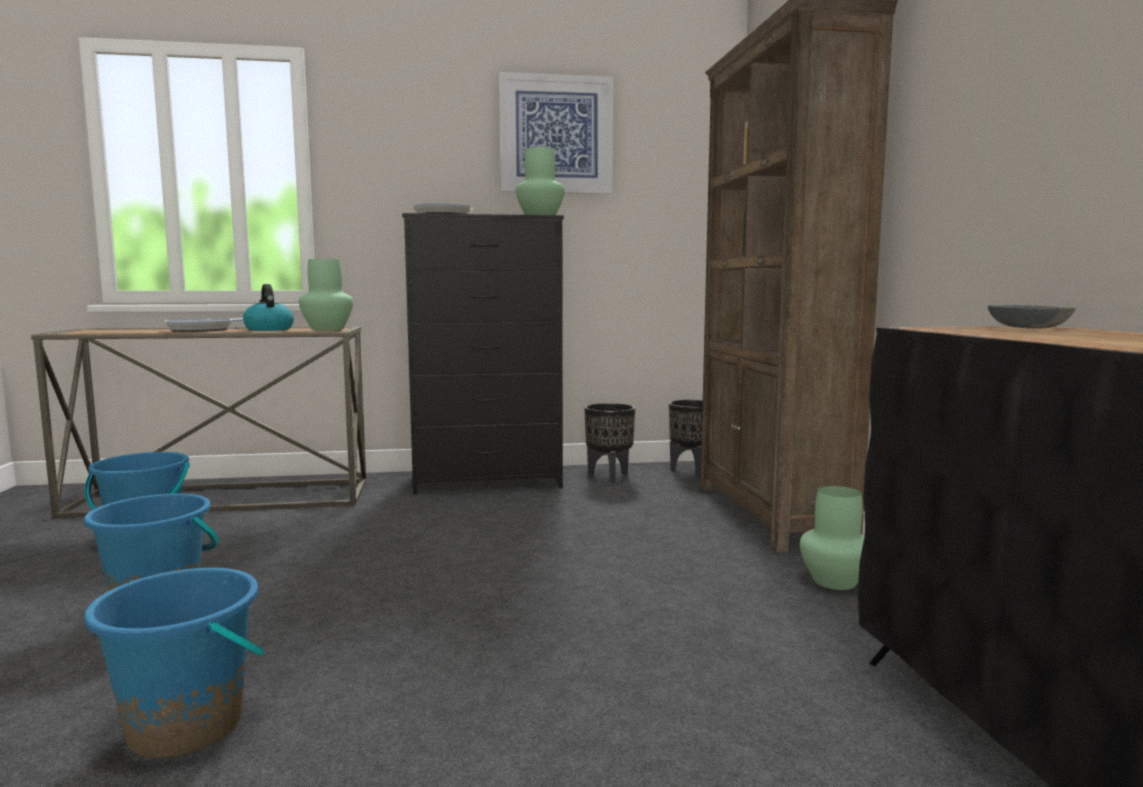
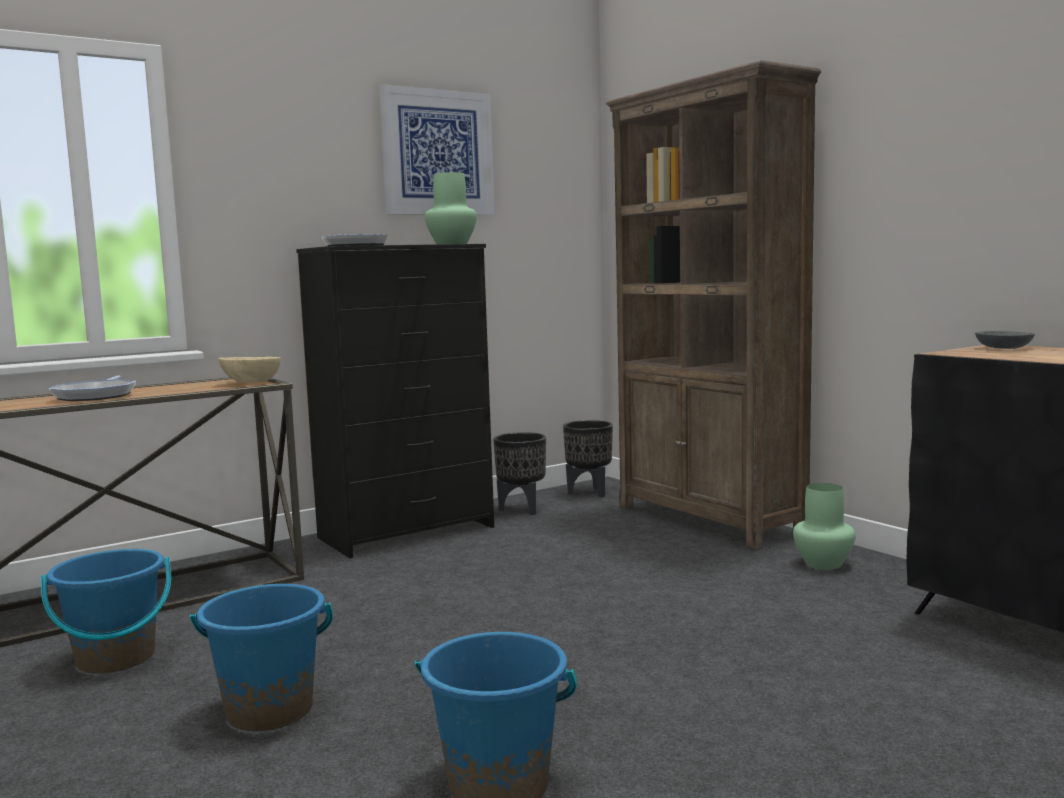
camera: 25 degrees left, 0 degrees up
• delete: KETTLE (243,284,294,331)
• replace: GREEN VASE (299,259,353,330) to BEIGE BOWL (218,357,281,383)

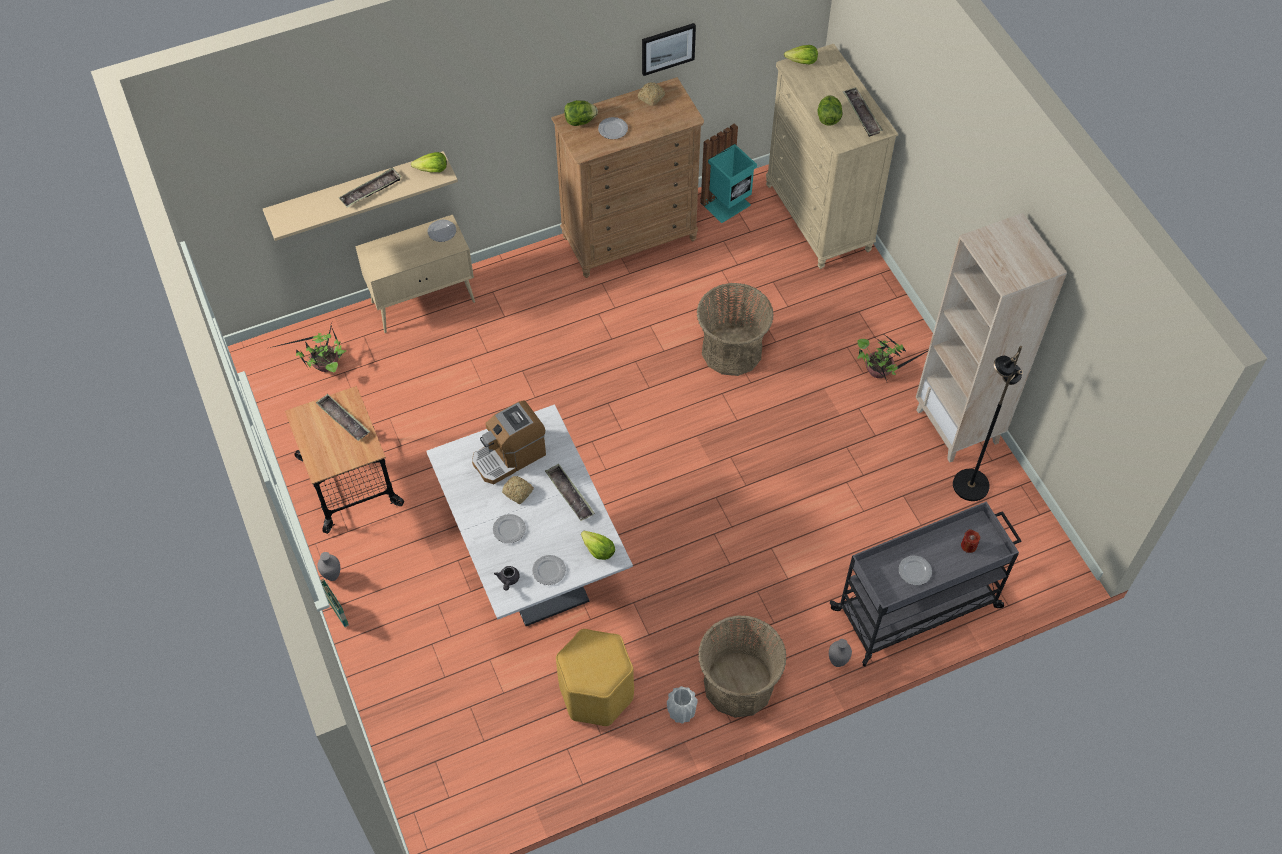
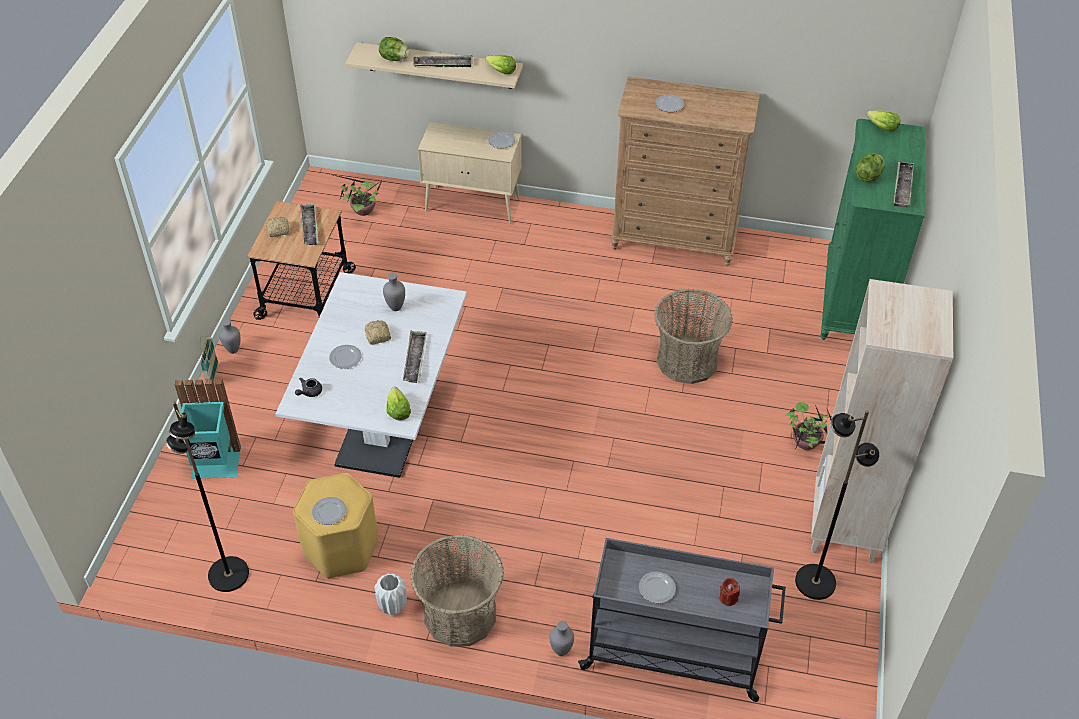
camera: 35 degrees right, 10 degrees down
• replace: COFFEE MACHINE (472,400,546,484) to GREY VASE (383,273,405,311)
• move: PLATE (532,555,566,585) to (312,497,346,525)
• move: LETTUCE (564,100,598,126) to (379,37,410,61)
• move: BREAD (638,82,665,106) to (265,217,290,237)
• delete: PICTURE (642,23,696,76)
• move: TURQUOISE TRASH CAN (700,123,757,223) to (175,379,241,479)
• recolor: BEIGE DRESSER (766,44,898,269) to GREEN DRESSER (820,119,926,340)
• insert: BLACK FLOOR LAMP (166,401,249,592)

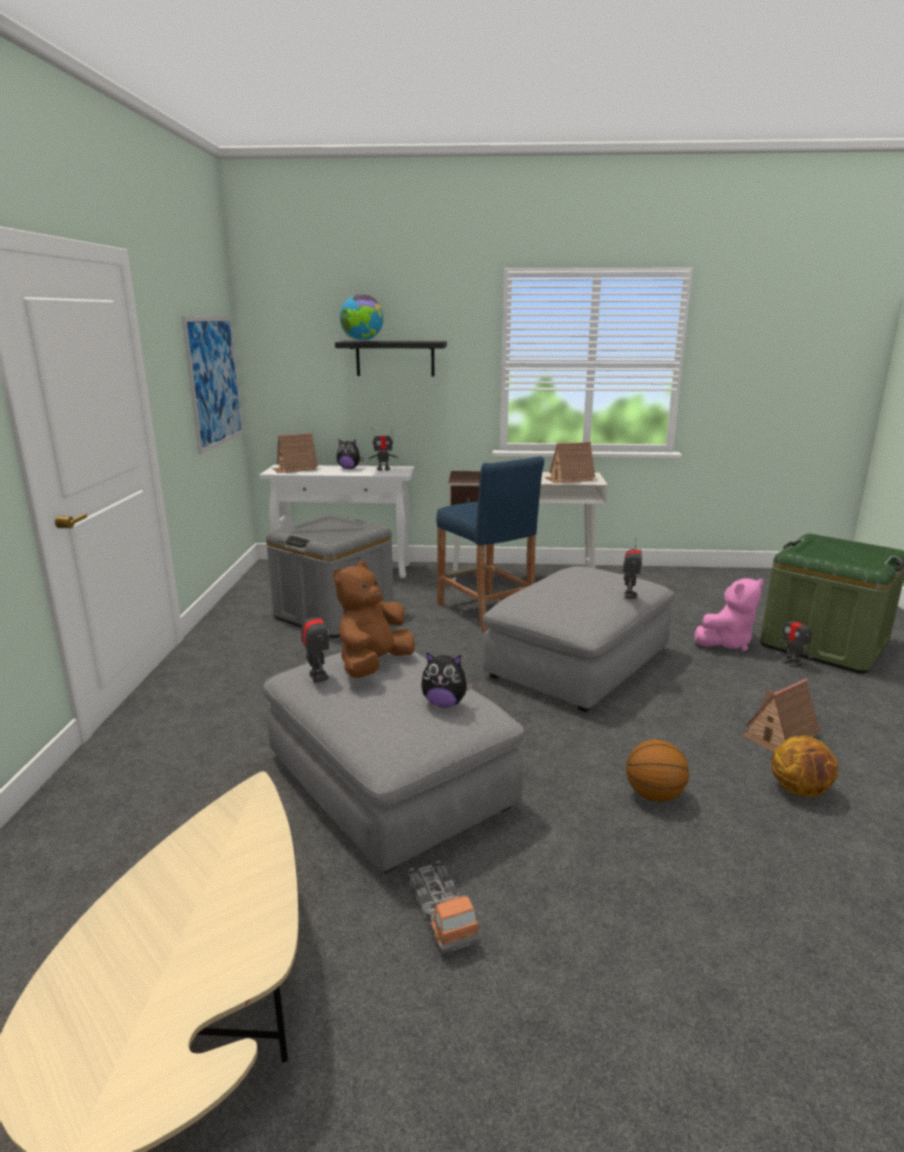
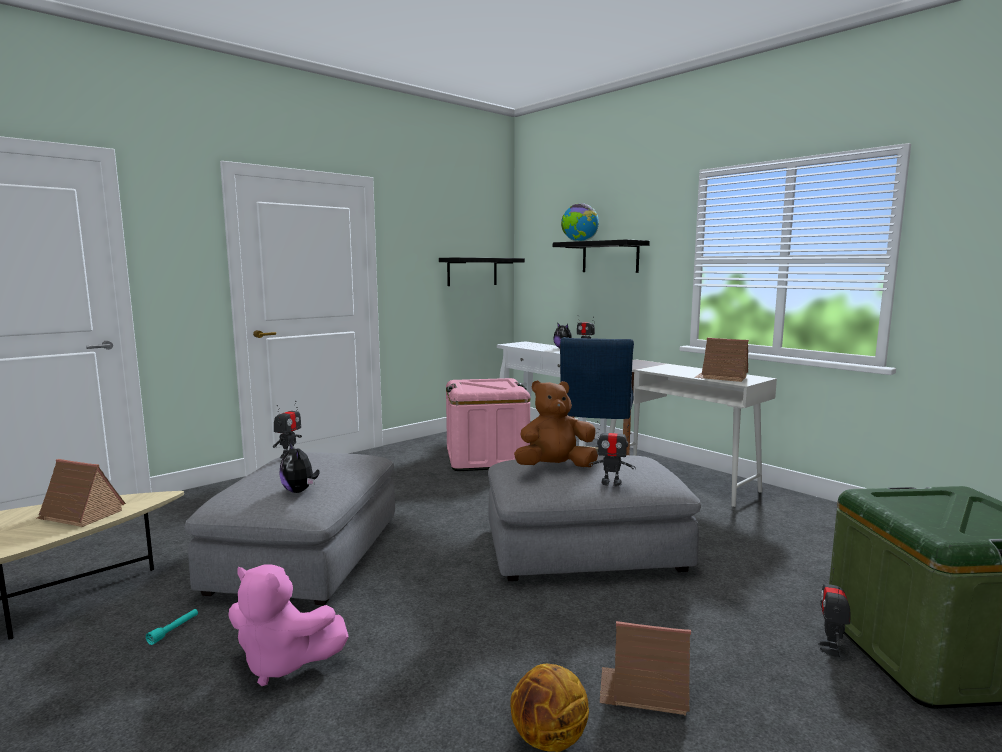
camera: 45 degrees right, 10 degrees down
• replace: PICTURE (182,316,244,455) to BLACK SHELF (439,257,525,286)
• recolor: GREY STORAGE BOX (266,514,394,638) to PINK STORAGE BOX (446,378,530,471)
• move: TOY HOUSE (272,433,318,473) to (37,459,126,527)
• move: BROWN PLUSH TOY (333,561,415,678) to (514,380,598,467)
• replace: TOY TRUCK (407,861,480,954) to TURQUOISE FLASHLIGHT (146,609,198,645)
• rotate: TOY ROBOT (623,543,643,599) = (589,421,636,486) 45 degrees clockwise
• delete: BASKETBALL (626,740,689,802)
• move: PINK PLUSH TOY (694,578,764,651) to (228,564,349,686)

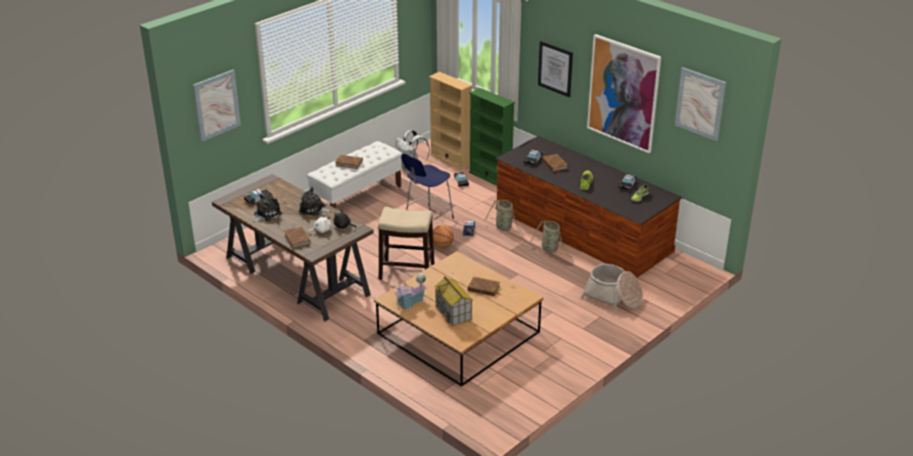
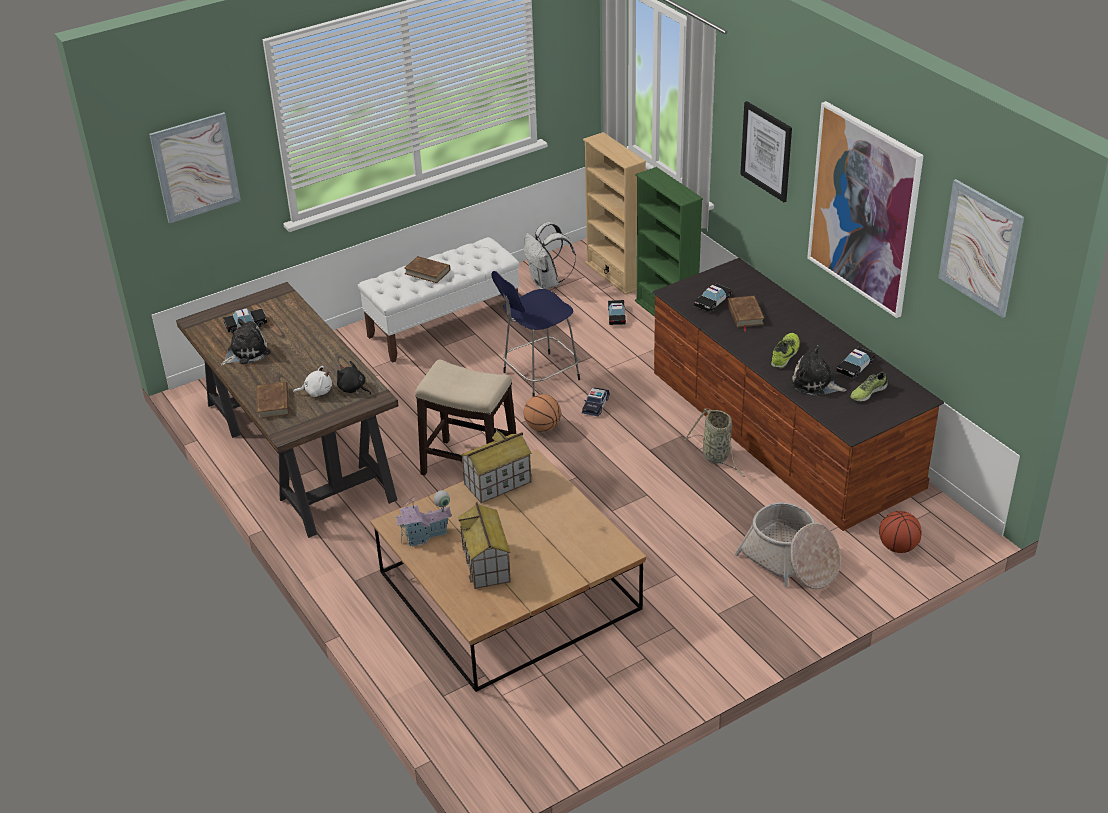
camera: 15 degrees right, 5 degrees up
• move: PLUSH TOY (299,187,332,216) to (791,345,847,396)
• delete: BROWN BOOK (468,277,501,296)
• delete: BASKET (485,200,525,235)
• insert: TOY HOUSE (461,429,531,503)
• insert: BASKETBALL (879,511,922,553)

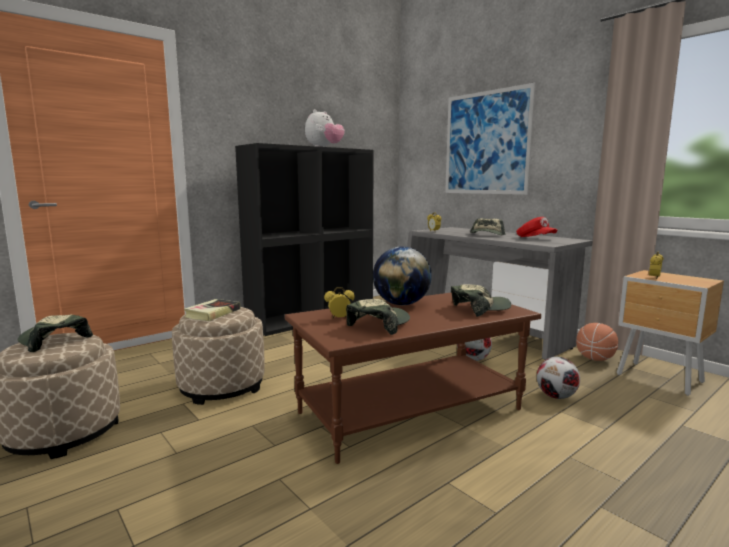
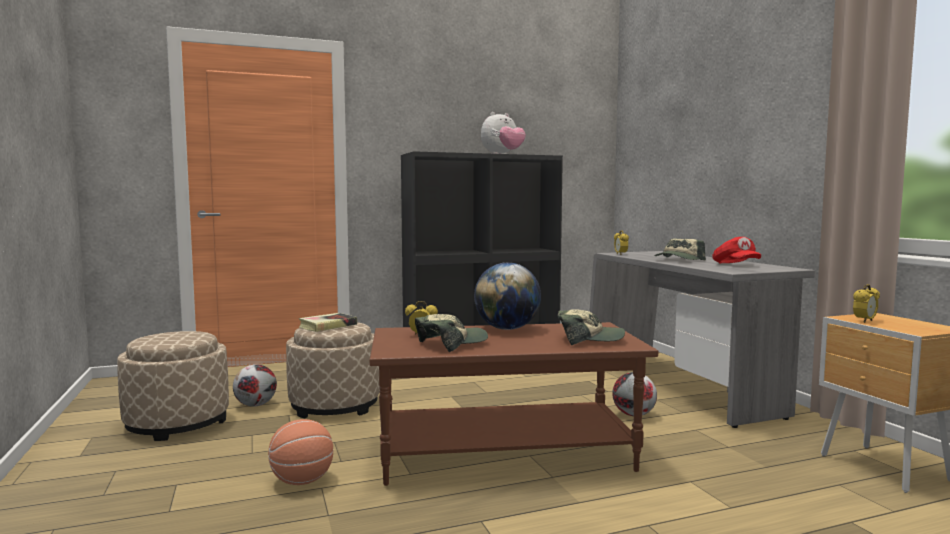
camera: 20 degrees right, 5 degrees down
• delete: CAP (18,315,93,352)
• delete: PICTURE (445,83,536,195)
• move: FOOTBALL (537,357,580,399) to (233,364,277,407)
• move: BASKETBALL (576,323,618,361) to (268,419,333,485)

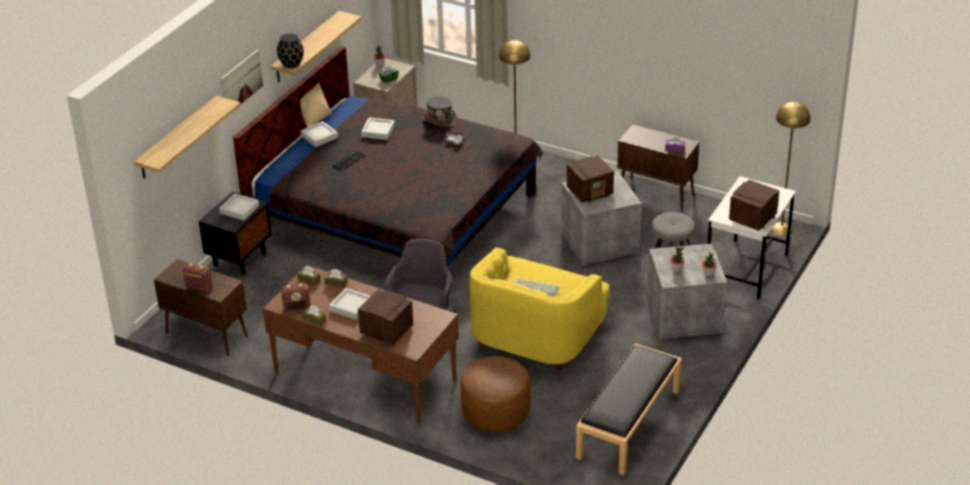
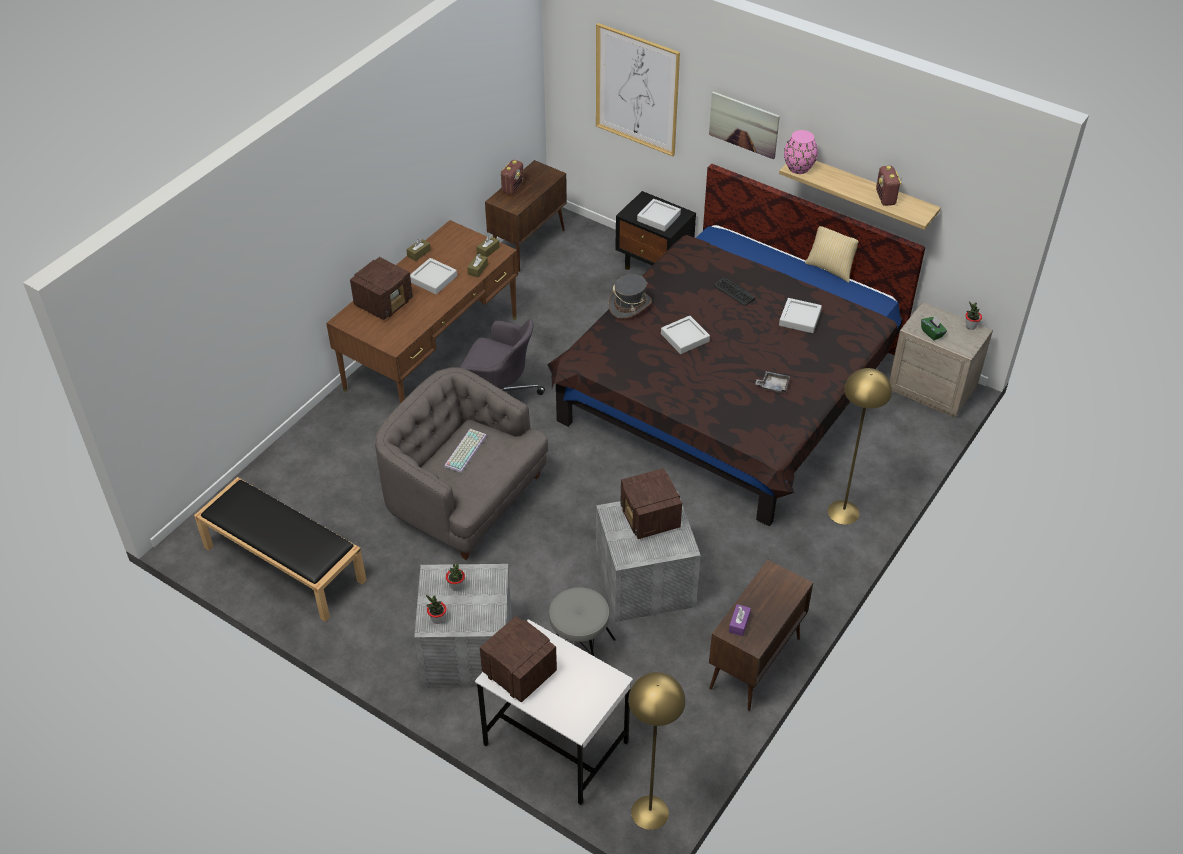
camera: 95 degrees right, 10 degrees up
• replace: SHELF (134,96,241,179) to PICTURE (596,23,680,156)
• recolor: BLACK VASE (277,33,304,68) to PINK VASE (784,130,818,174)
• move: RADIO (281,283,310,312) to (876,166,902,206)
• move: GREY TRAY (301,121,338,147) to (661,316,710,354)
• move: GREY HAT (422,96,457,127) to (609,274,652,319)
• delete: BROWN OTTOMAN (461,356,531,432)
• recolor: YELLOW ARMCHAIR (470,247,609,371) to GREY ARMCHAIR (375,367,548,560)

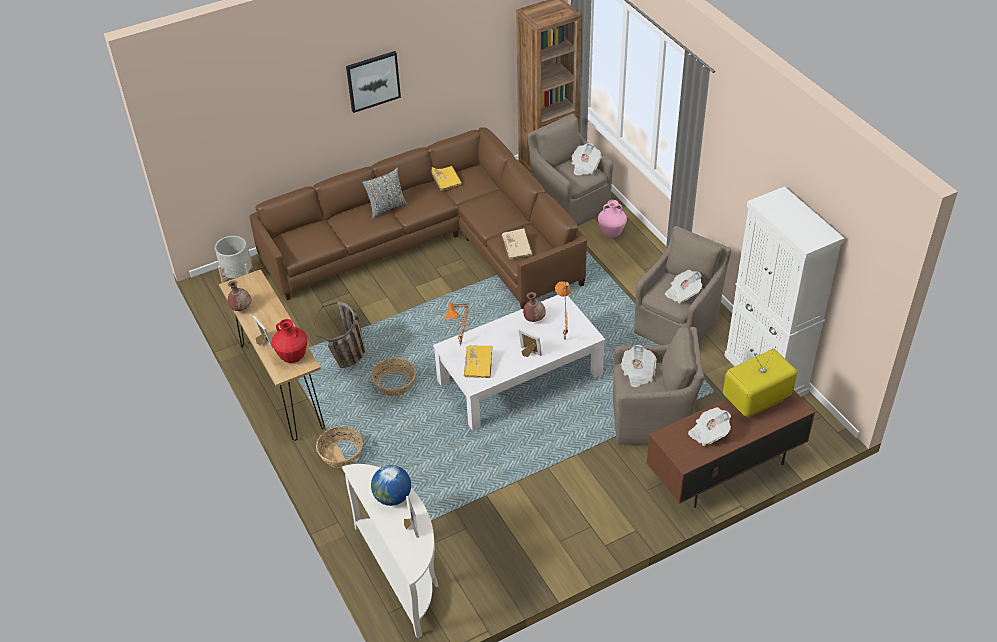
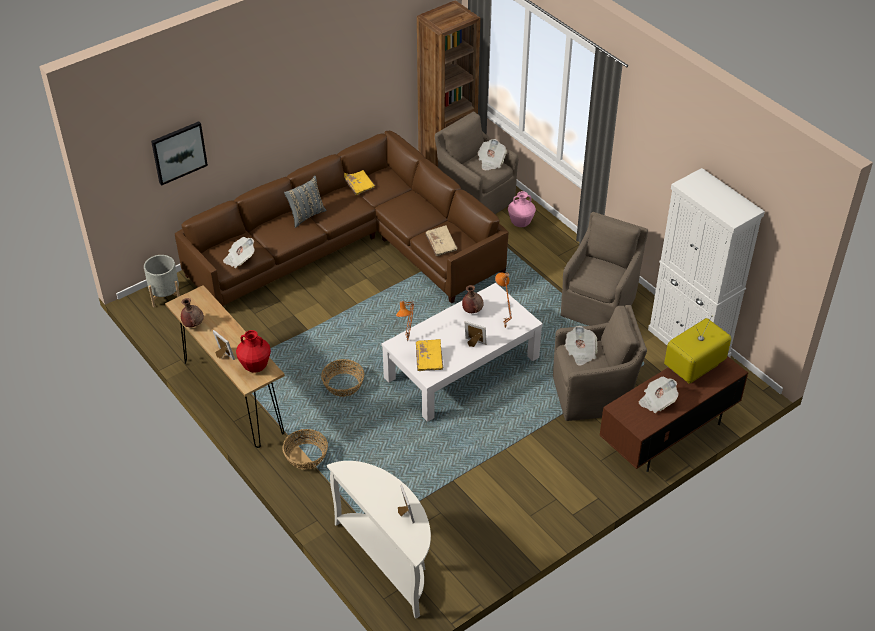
camera: 10 degrees left, 0 degrees up
• delete: BASKET (314,302,365,368)
• move: PICTURE (346,51,401,113) to (151,121,208,186)
• delete: GLOBE (371,465,411,506)
• move: NEWSPAPER (665,270,702,304) to (223,237,255,268)

